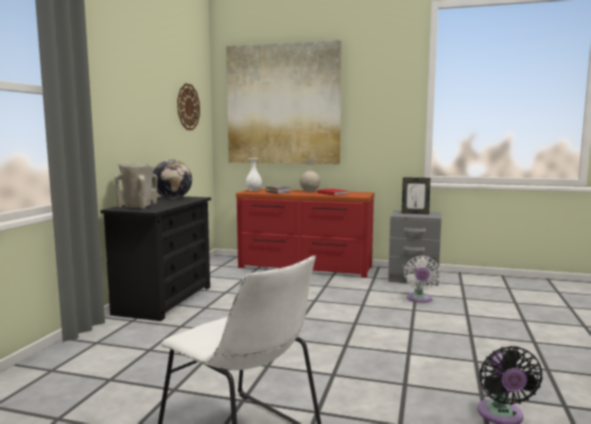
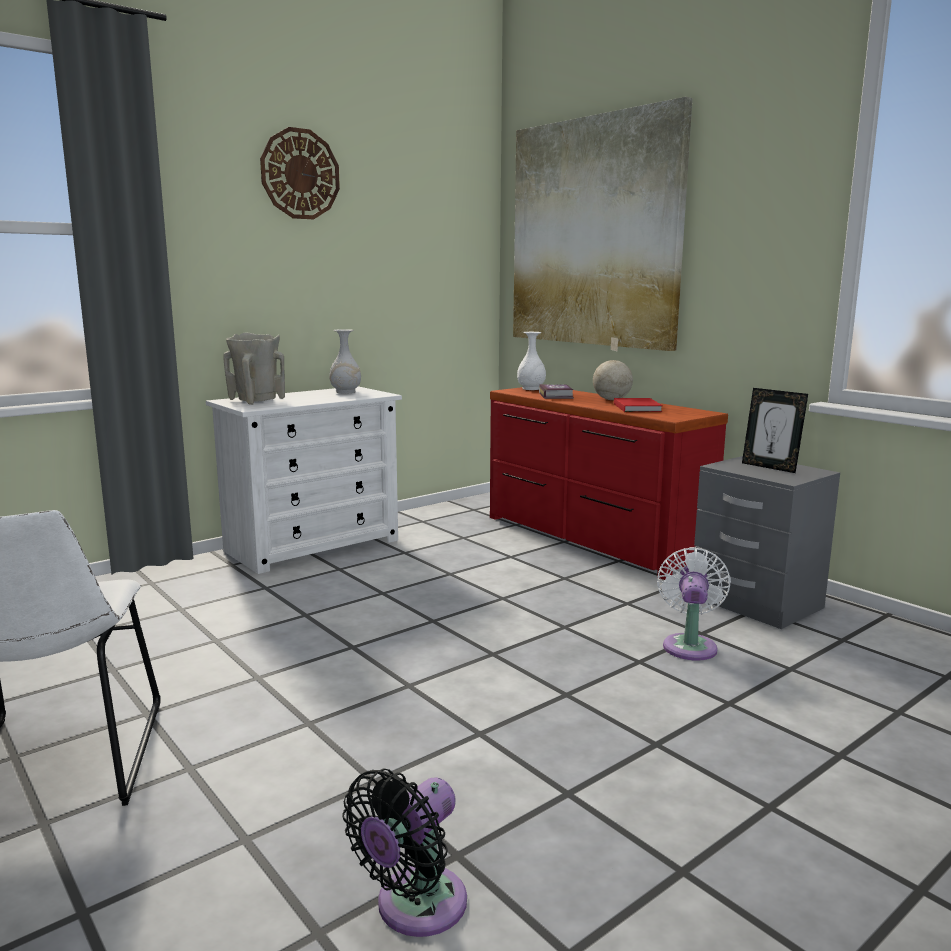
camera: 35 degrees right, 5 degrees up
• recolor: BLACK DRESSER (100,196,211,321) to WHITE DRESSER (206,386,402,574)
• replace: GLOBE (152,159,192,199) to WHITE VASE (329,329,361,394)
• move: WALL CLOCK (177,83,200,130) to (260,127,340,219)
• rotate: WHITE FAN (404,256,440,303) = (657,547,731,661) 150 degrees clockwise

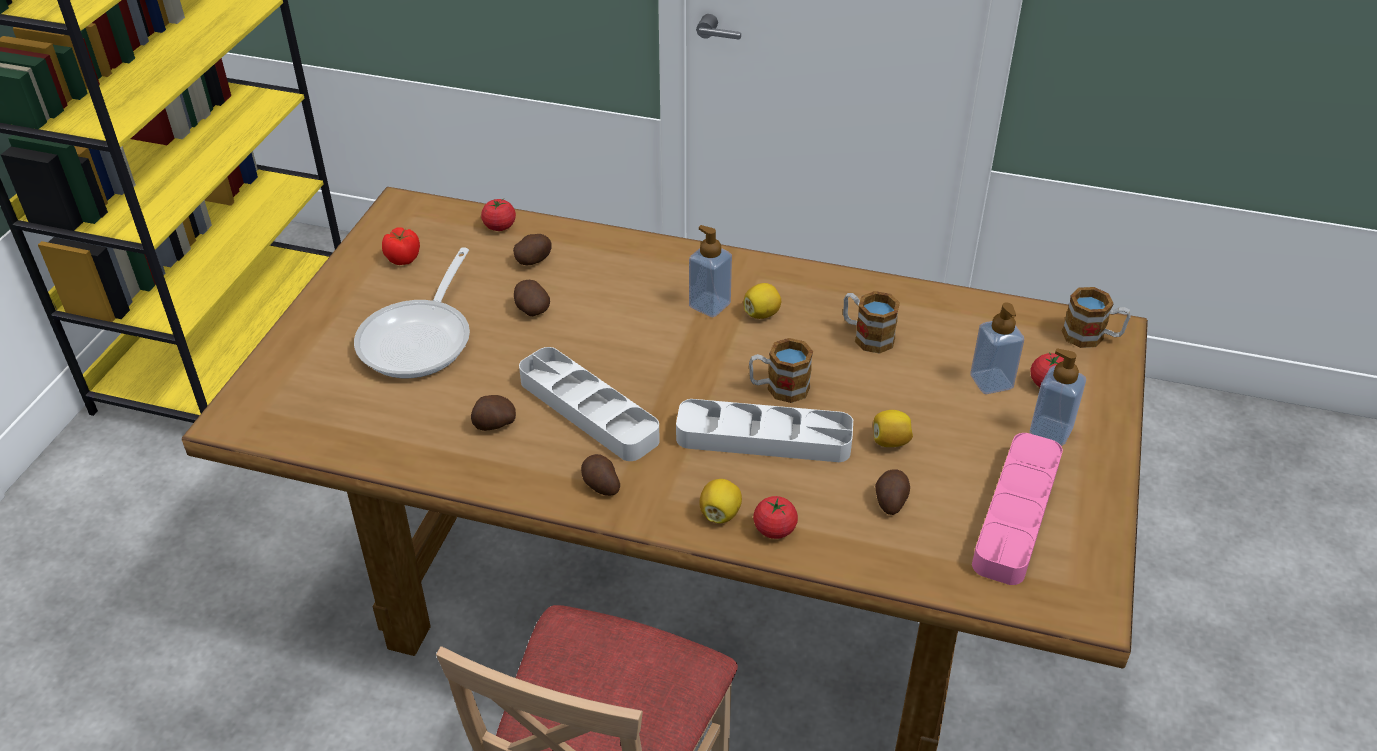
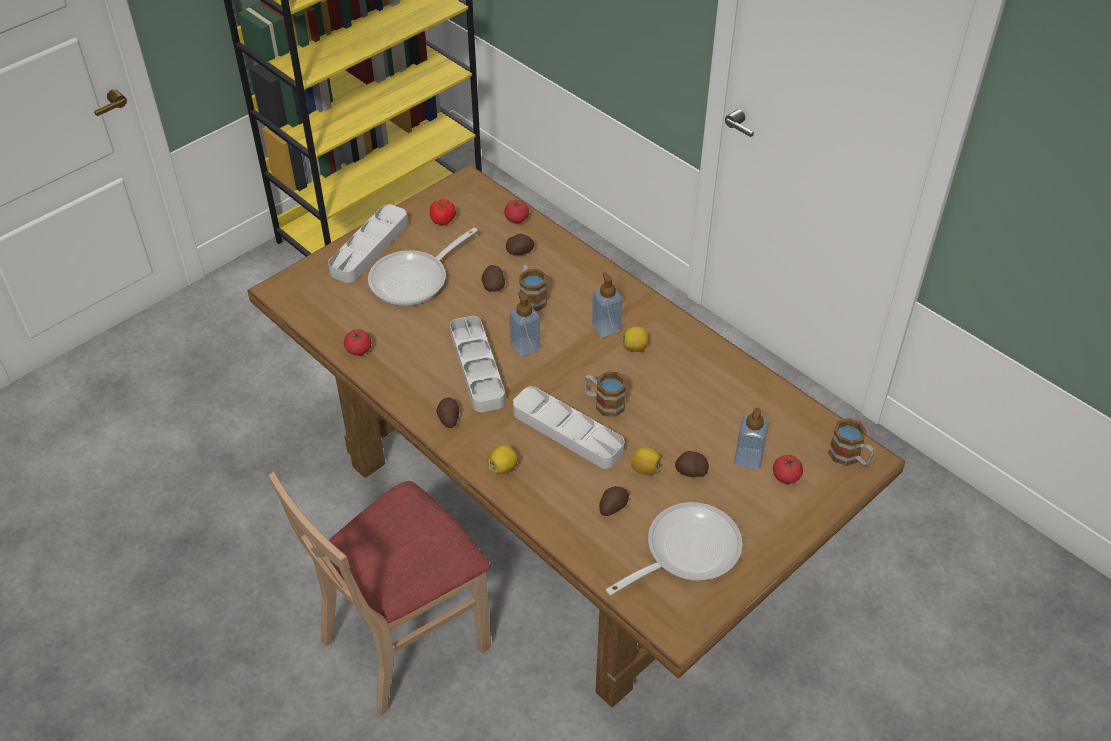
camera: 30 degrees right, 5 degrees up
• move: POTATO (471,395,516,431) to (675,451,709,477)
• move: TOMATO (753,496,798,539) to (344,329,371,356)
• move: MUG (843,291,900,354) to (519,264,547,311)
• replace: PINK TRAY (972,433,1063,585) to FRYING PAN (606,502,742,595)
• move: SOAP DISPENSER (1030,348,1086,446) to (509,291,540,357)
• insert: GREY TRAY (328,204,408,283)

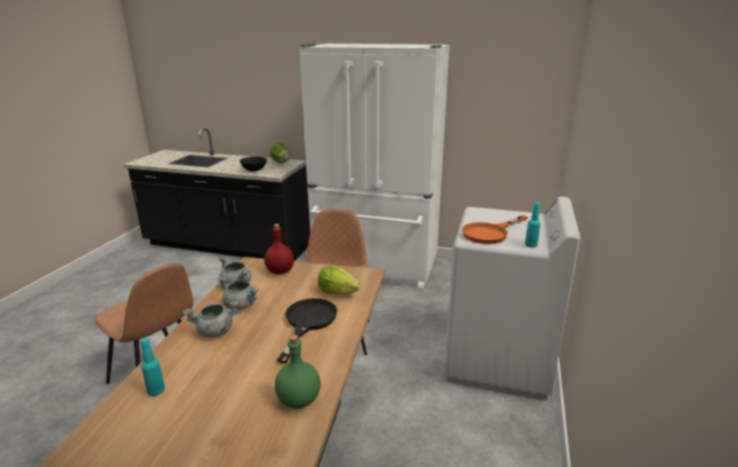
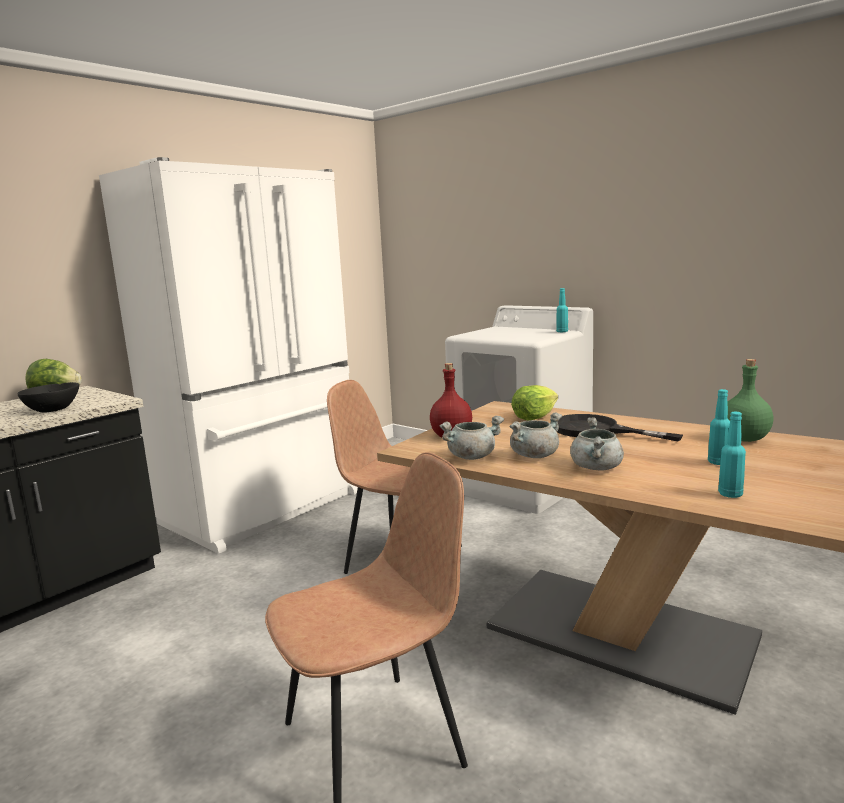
camera: 65 degrees left, 10 degrees down
• delete: ORANGE FRYING PAN (462,215,528,244)
• insert: TURQUOISE BOTTLE (708,389,730,465)

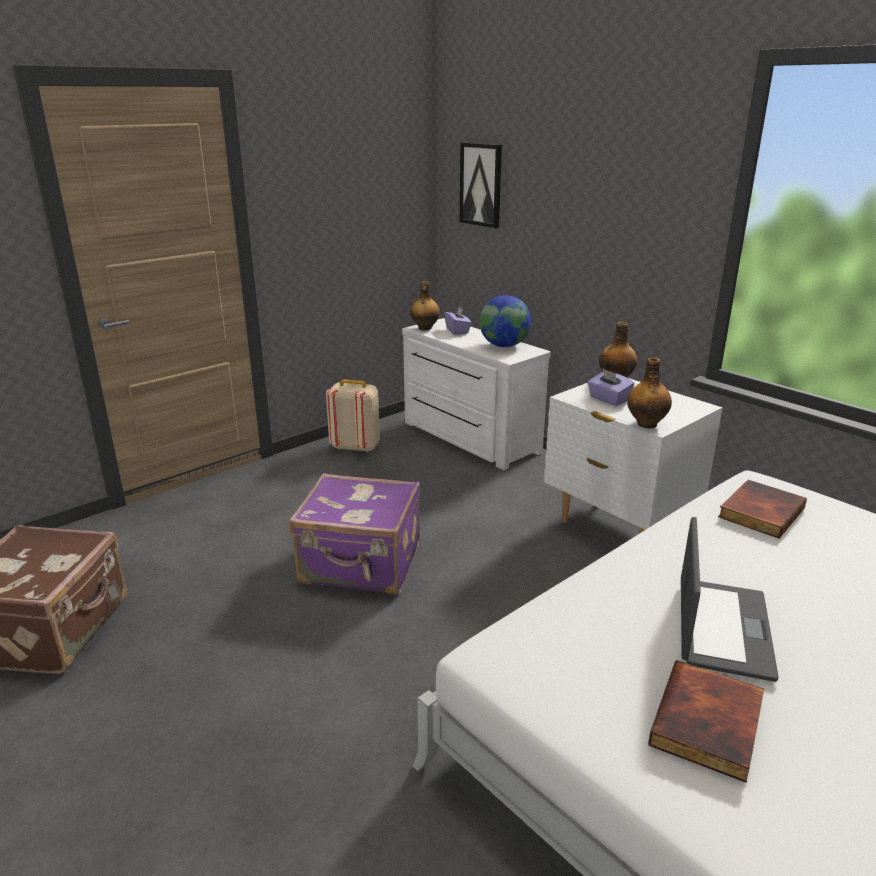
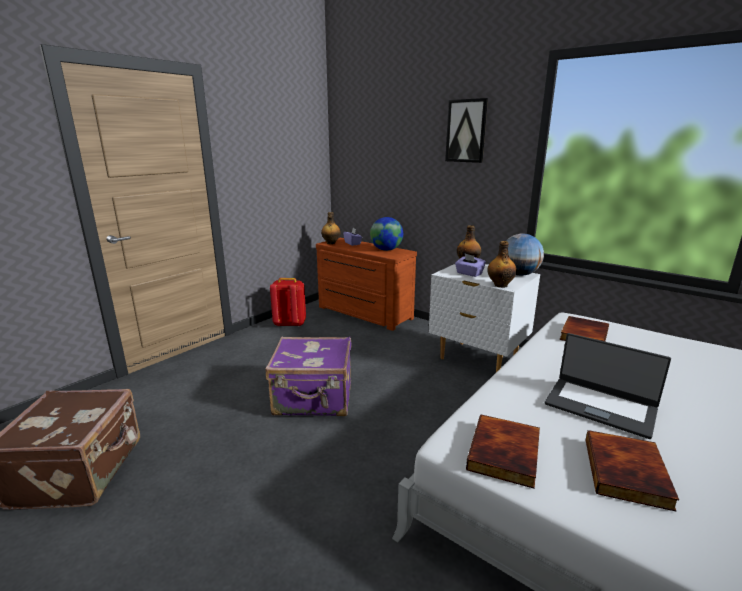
camera: 10 degrees left, 5 degrees down
• recolor: BEIGE BACKPACK (326,379,380,453) to RED BACKPACK (270,278,306,327)
• recolor: WHITE DRESSER (402,318,551,470) to BROWN DRESSER (316,238,417,331)
• move: PICTURE (460,143,502,228) to (445,98,488,163)
• rotate: LAPTOP (681,517,779,682) = (545,333,671,439) 120 degrees clockwise
• insert: BOOK (466,415,540,489)
• insert: GLOBE (506,233,544,276)

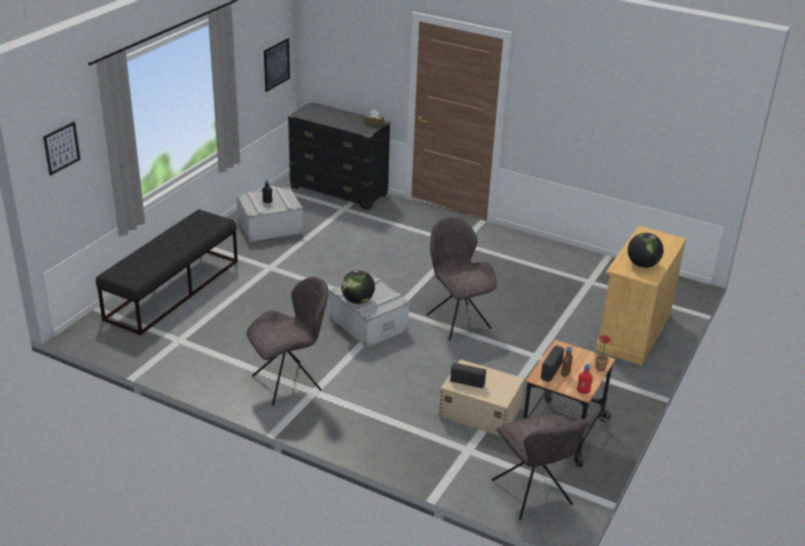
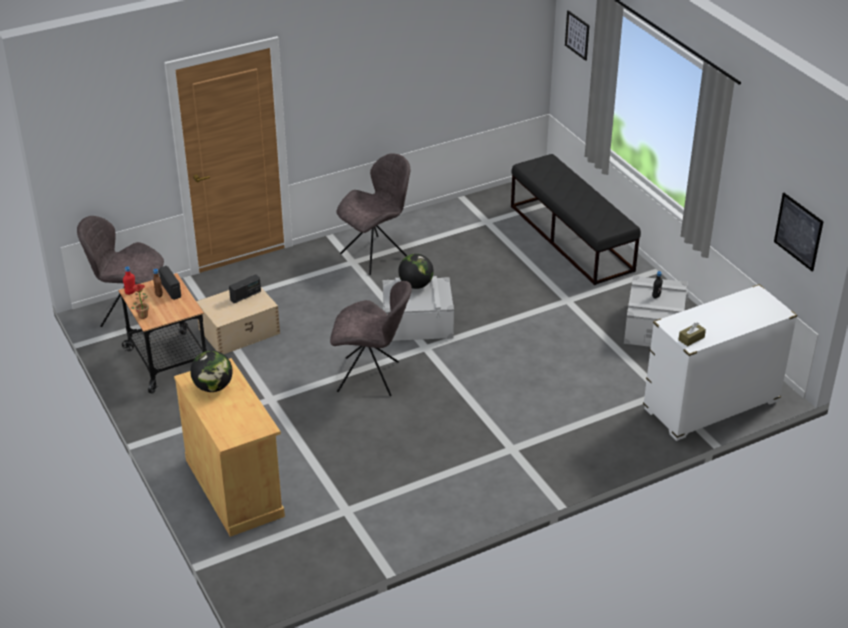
camera: 125 degrees right, 5 degrees up
• rotate: GREY CHAIR (247,277,329,406) = (337,153,410,275) 135 degrees counterclockwise
• recolor: BLACK DRESSER (288,102,391,210) to WHITE DRESSER (643,284,797,441)

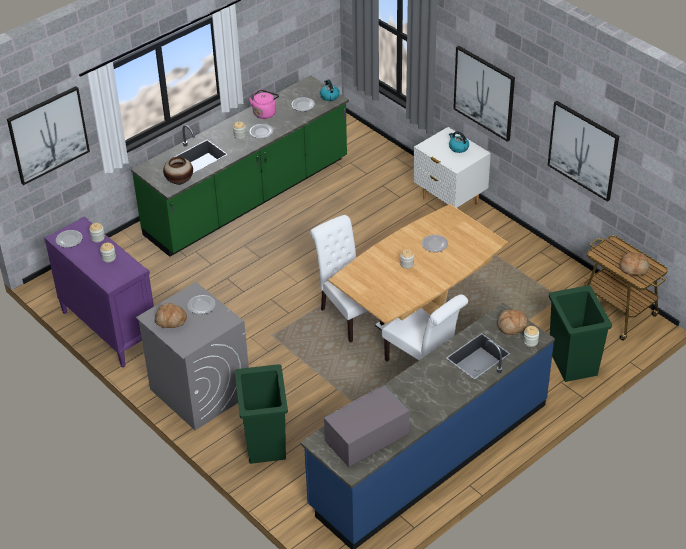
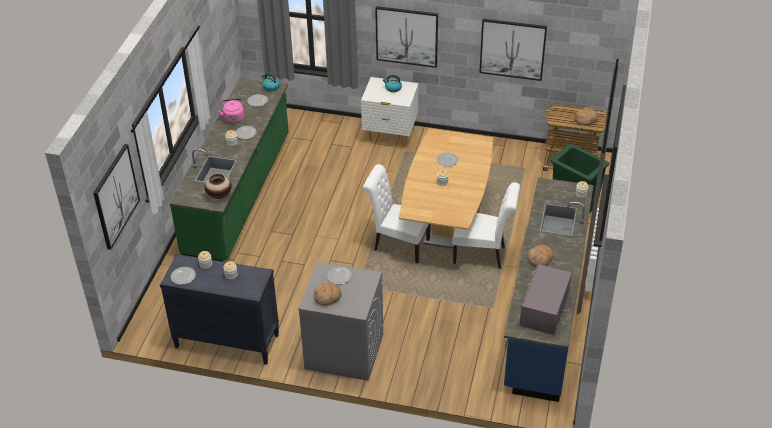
camera: 35 degrees left, 0 degrees up
• recolor: PURPLE DRESSER (44,216,154,368) to BLACK DRESSER (160,254,279,365)
• delete: GREEN TRASH CAN (235,364,288,464)
• move: BREAD (497,310,529,335) to (527,245,553,267)

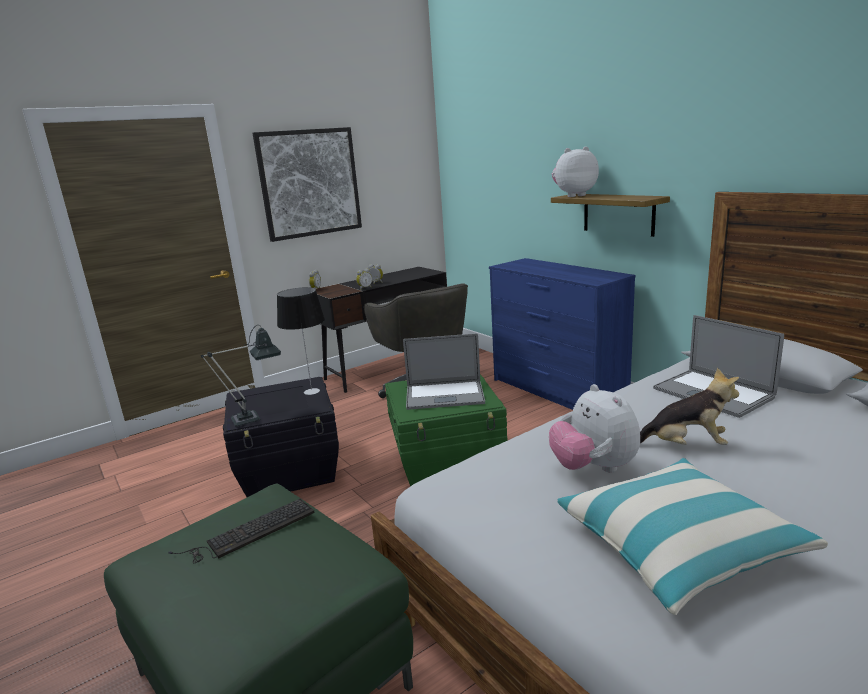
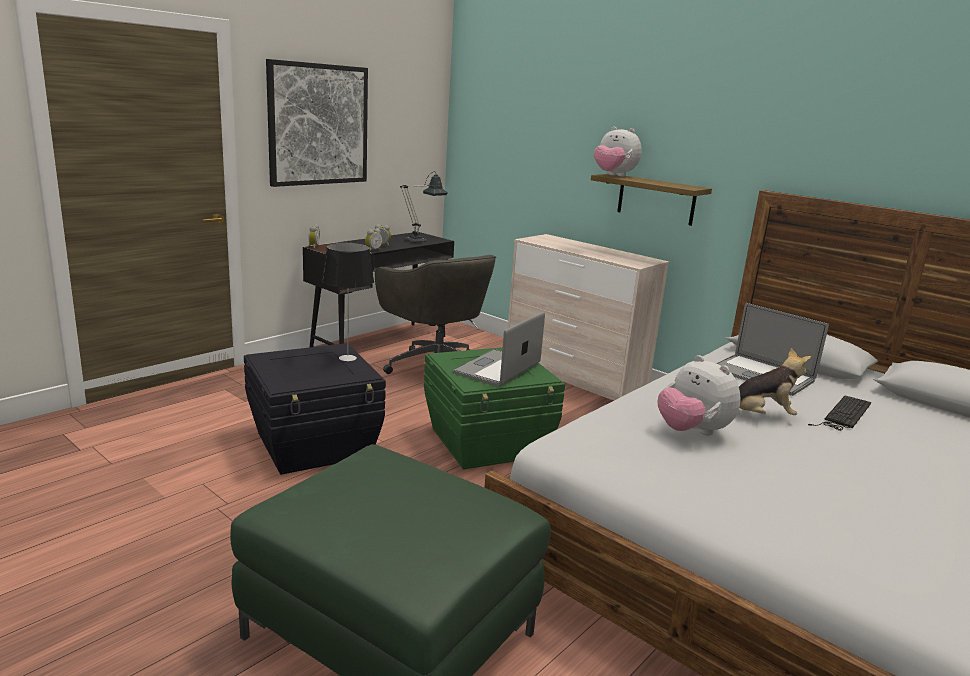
camera: 15 degrees left, 0 degrees up
• move: KEYBOARD (168,499,315,564) to (808,396,871,431)
• move: TABLE LAMP (201,325,281,427) to (400,172,448,243)
• rotate: LAPTOP (403,333,485,410) = (453,312,545,387) 135 degrees clockwise
• recolor: BLUE DRESSER (489,258,636,410) to BEIGE DRESSER (508,234,669,401)
• rotate: PLUSH TOY (552,146,599,197) = (594,127,642,177) 120 degrees counterclockwise
• delete: PILLOW (558,458,828,615)

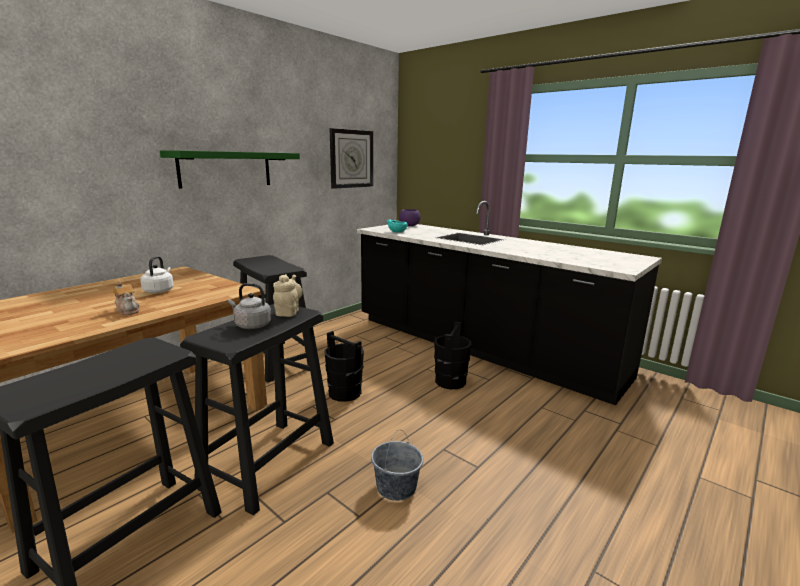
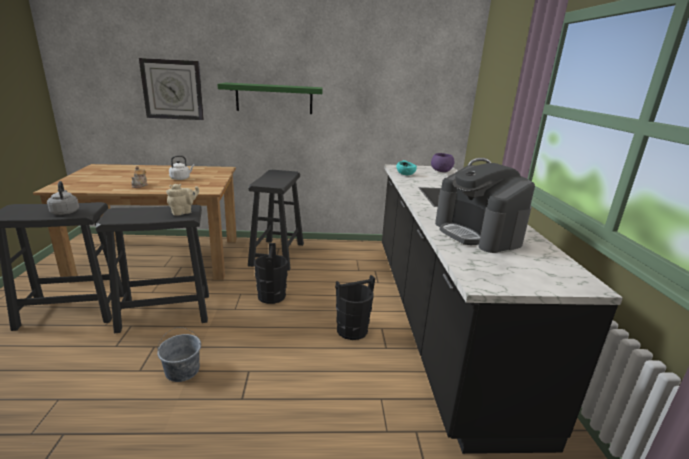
camera: 45 degrees right, 5 degrees up
• move: GREY KETTLE (228,283,271,329) to (47,181,79,215)
• move: WALL CLOCK (330,128,373,189) to (139,58,204,120)
• insert: COFFEE MACHINE (435,163,535,253)

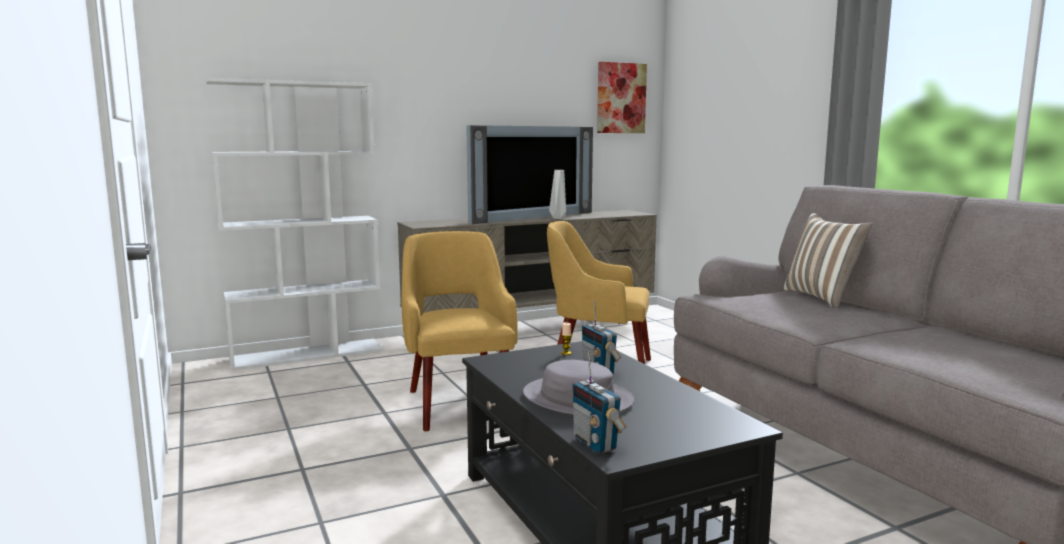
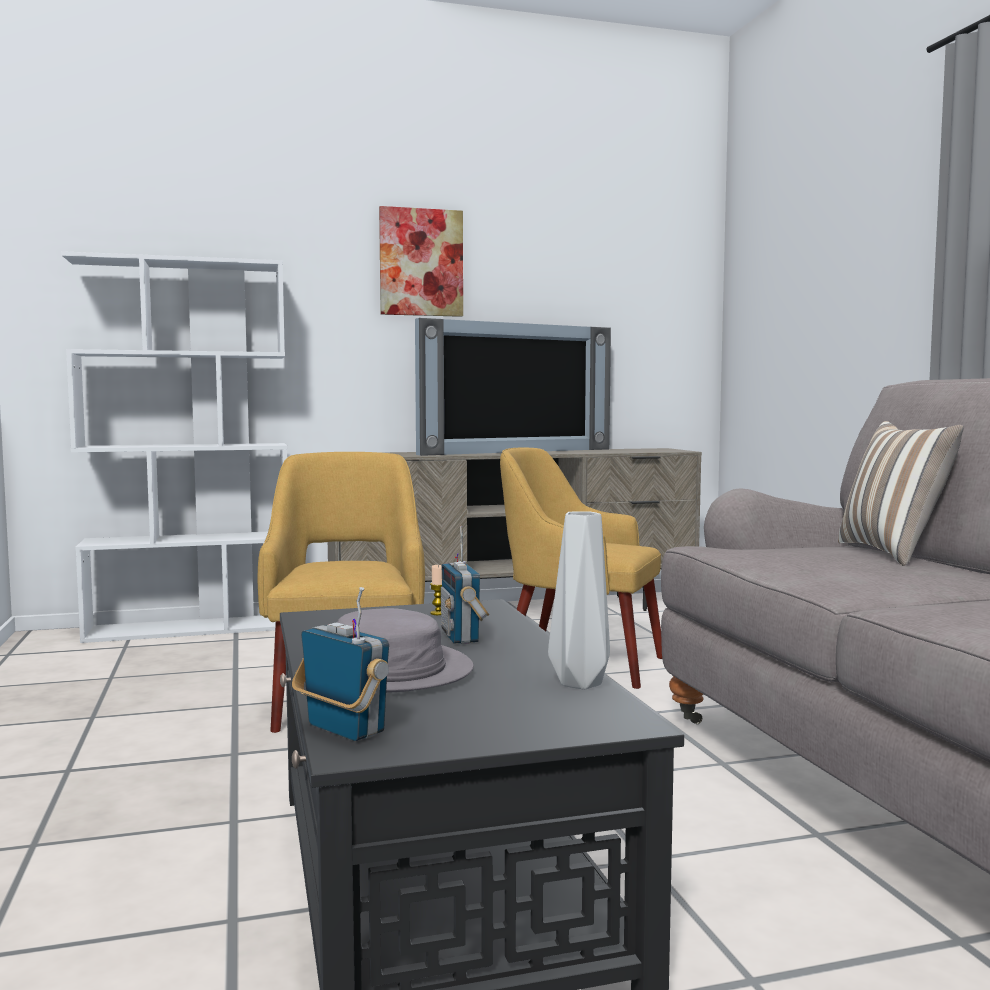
camera: 10 degrees right, 5 degrees down
• move: GREY VASE (549,170,566,219) to (548,511,610,690)
• rotate: RADIO (572,351,626,453) = (292,587,389,741) 150 degrees clockwise
• move: PICTURE (597,62,647,133) to (379,206,463,317)

